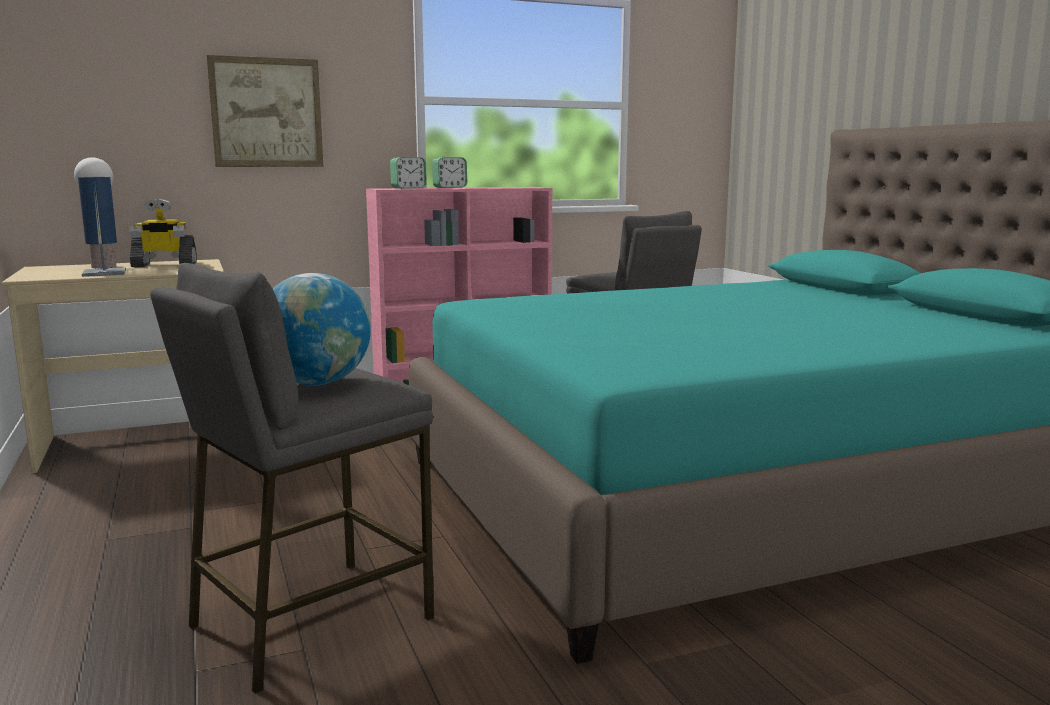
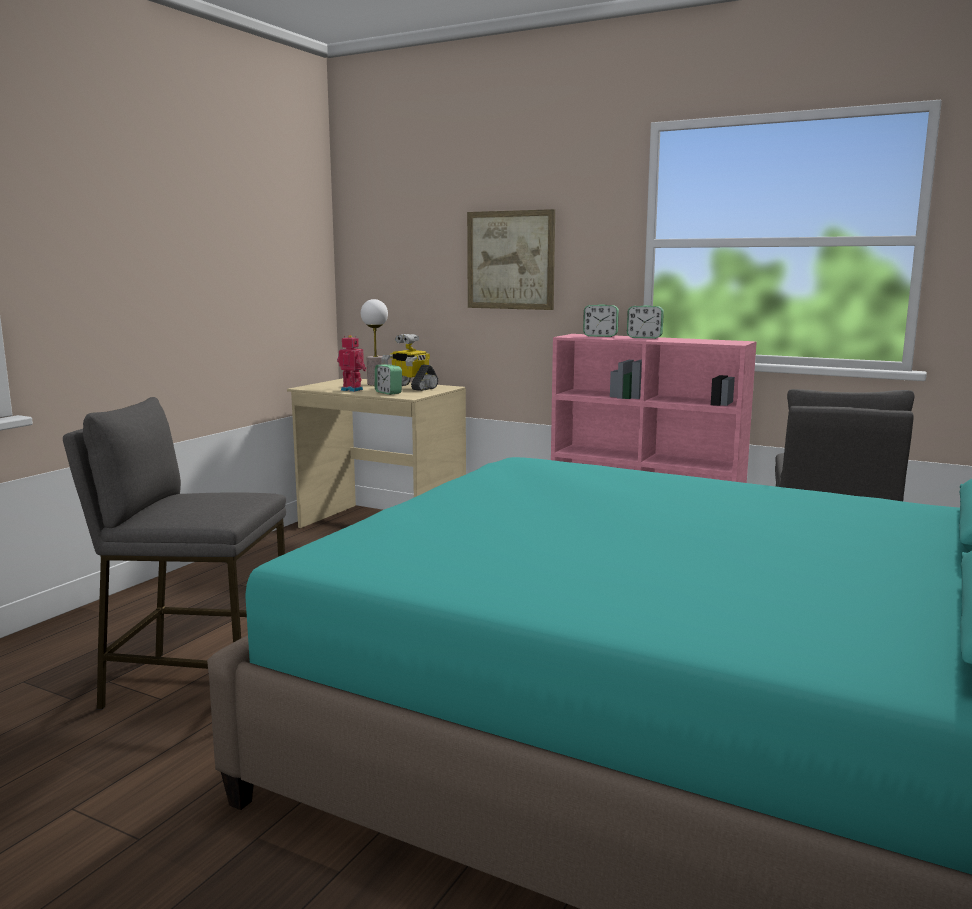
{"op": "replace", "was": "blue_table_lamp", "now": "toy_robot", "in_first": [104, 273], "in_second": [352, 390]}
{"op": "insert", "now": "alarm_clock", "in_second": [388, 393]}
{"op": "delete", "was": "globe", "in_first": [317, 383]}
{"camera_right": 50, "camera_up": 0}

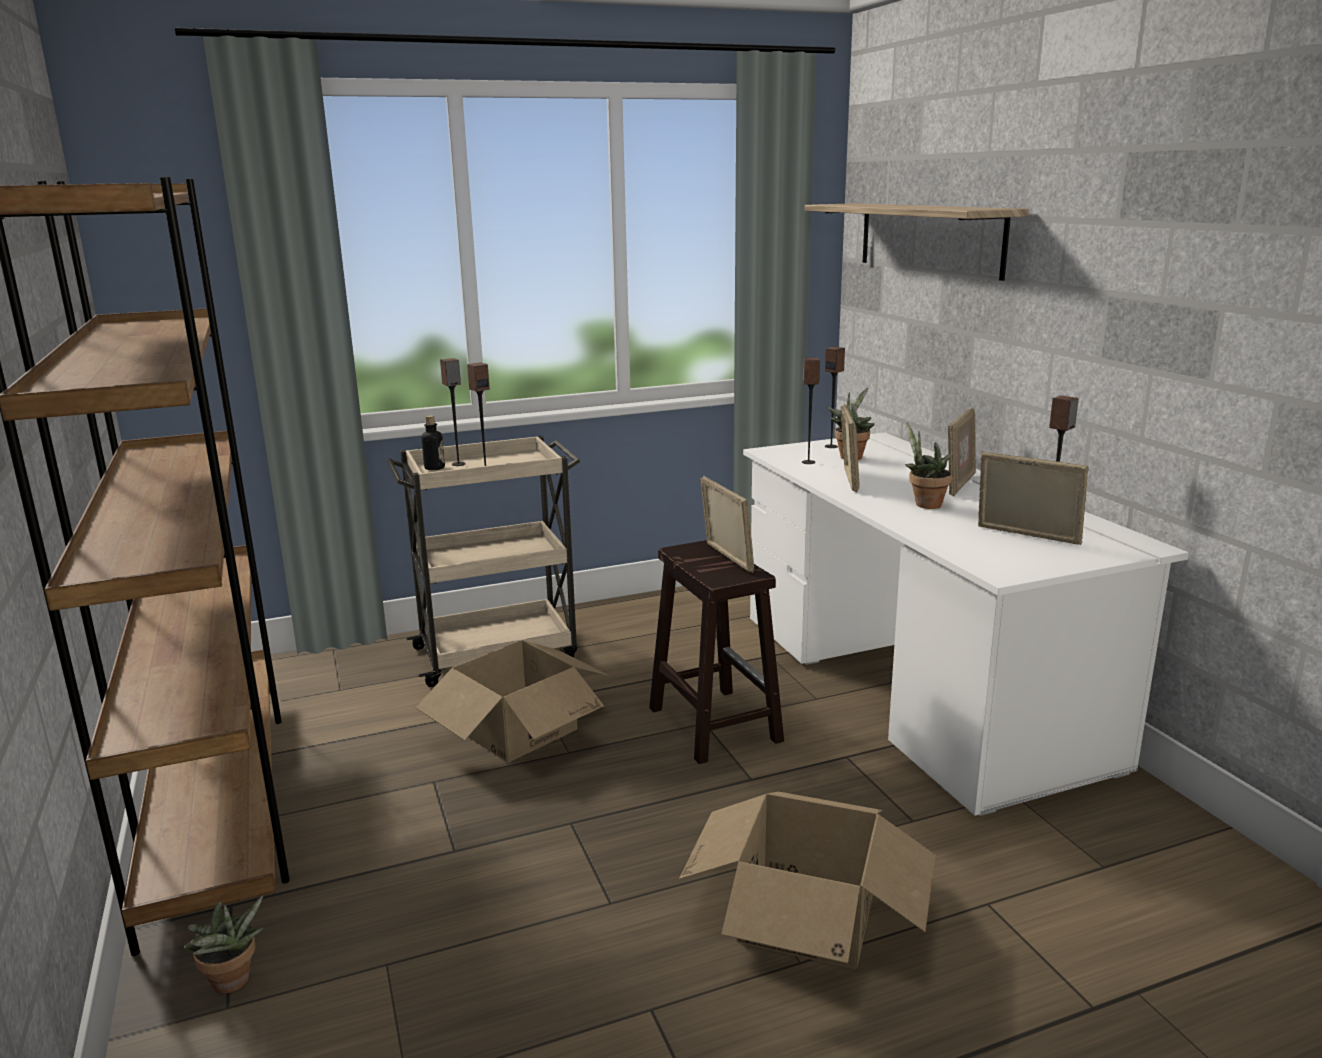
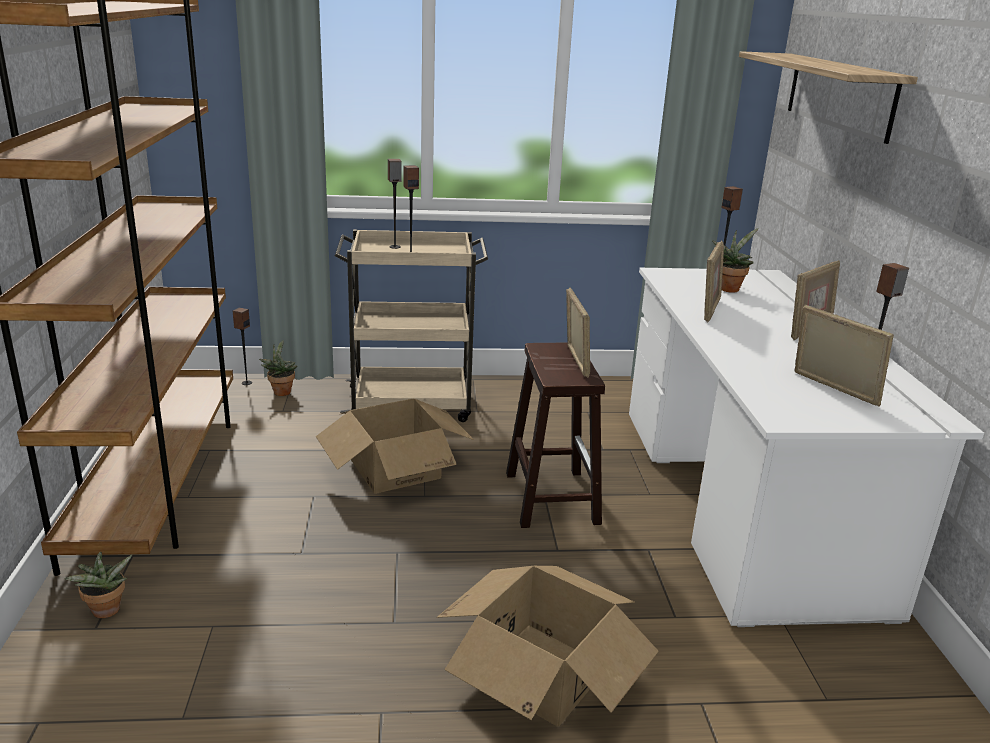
{"op": "move", "was": "speaker", "in_first": [808, 462], "in_second": [246, 383]}
{"op": "move", "was": "potted_plant", "in_first": [924, 504], "in_second": [281, 391]}
{"op": "delete", "was": "bottle", "in_first": [434, 468]}
{"camera_right": 15, "camera_up": 5}

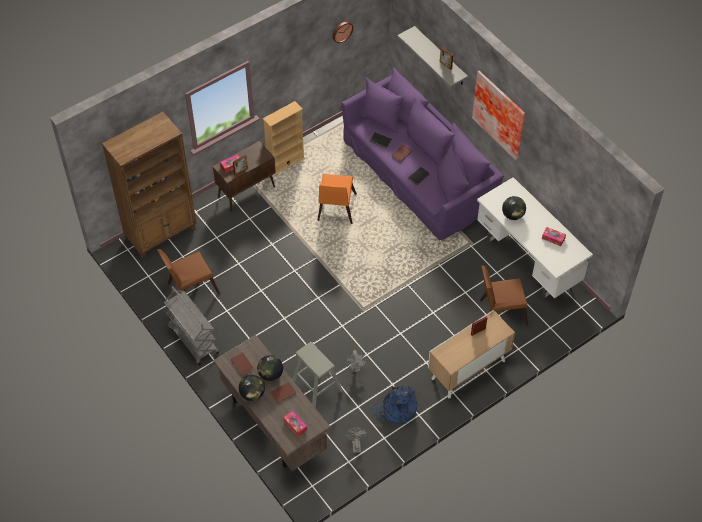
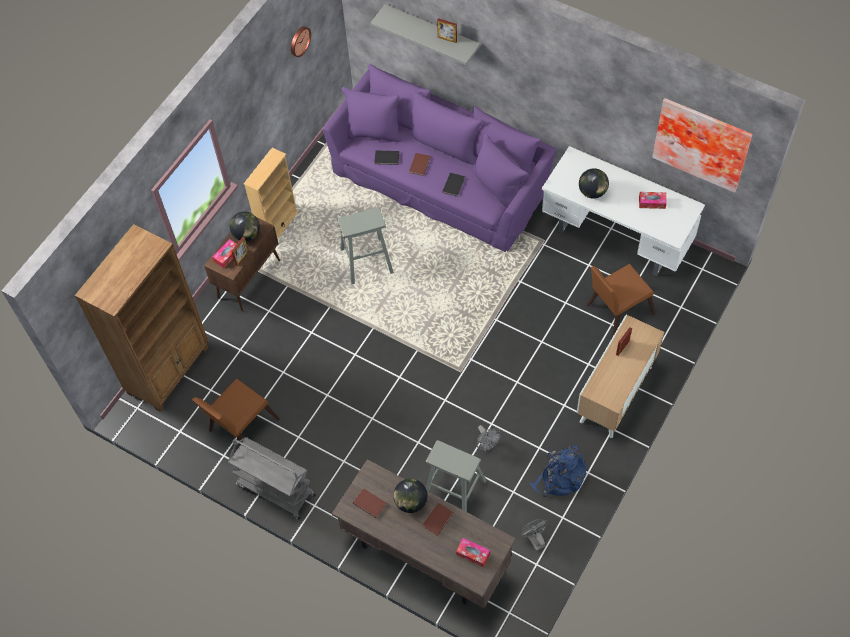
{"op": "move", "was": "globe", "in_first": [252, 394], "in_second": [247, 234]}
{"op": "replace", "was": "orange_chair", "now": "grey_stool", "in_first": [335, 210], "in_second": [366, 261]}
{"op": "move", "was": "picture", "in_first": [500, 114], "in_second": [702, 142]}
{"camera_right": -20, "camera_up": 5}

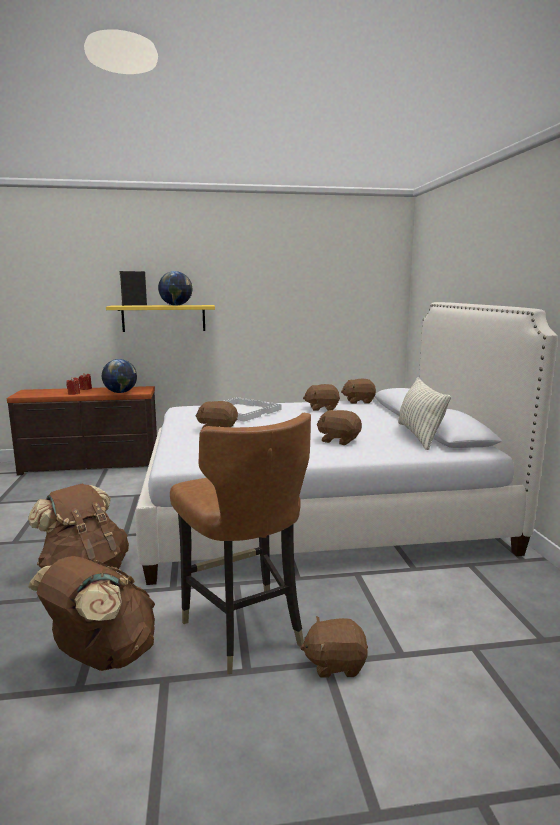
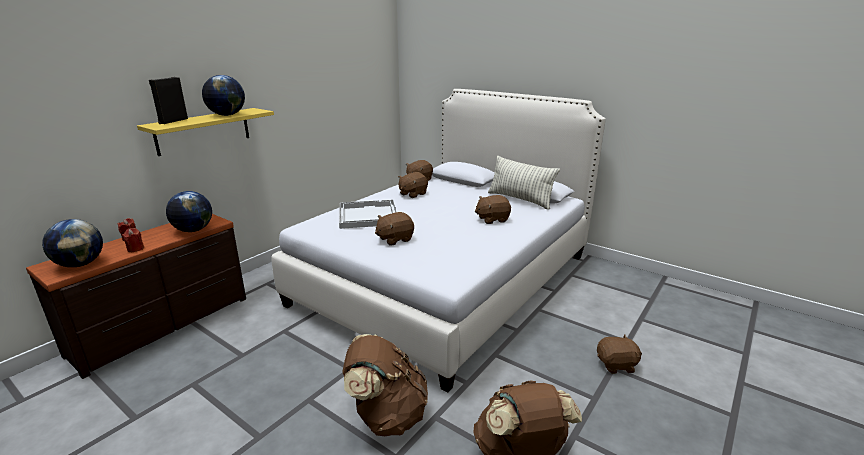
{"op": "insert", "now": "globe", "in_second": [80, 264]}
{"op": "rotate", "was": "brown_plush_toy", "in_first": [335, 663], "in_second": [616, 365], "clockwise": -135}
{"op": "delete", "was": "brown_chair", "in_first": [243, 630]}
{"camera_right": -45, "camera_up": 10}

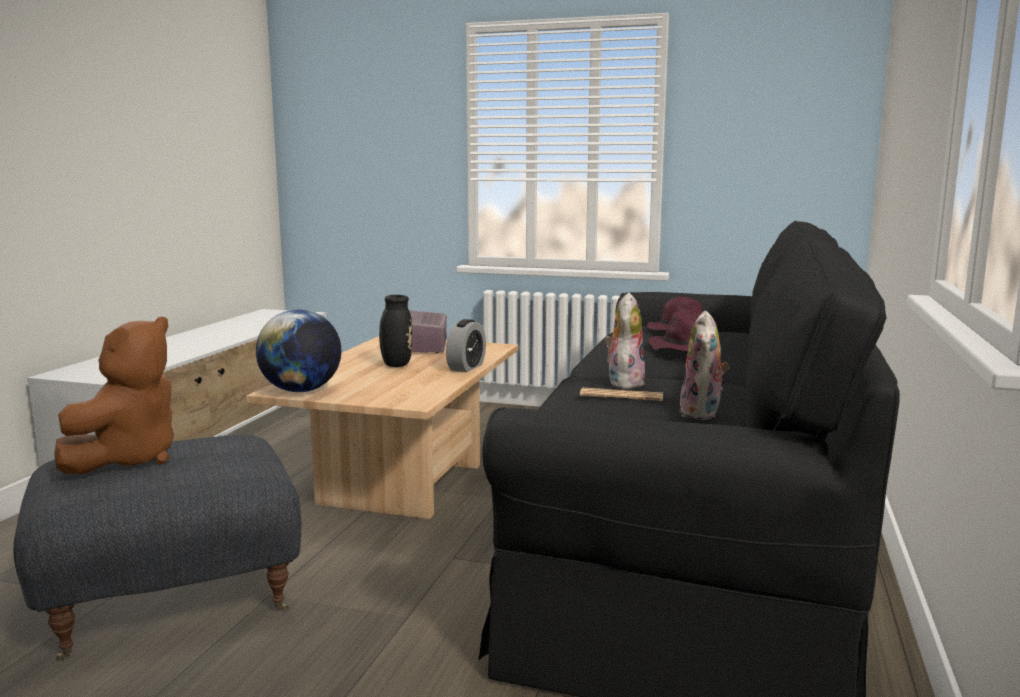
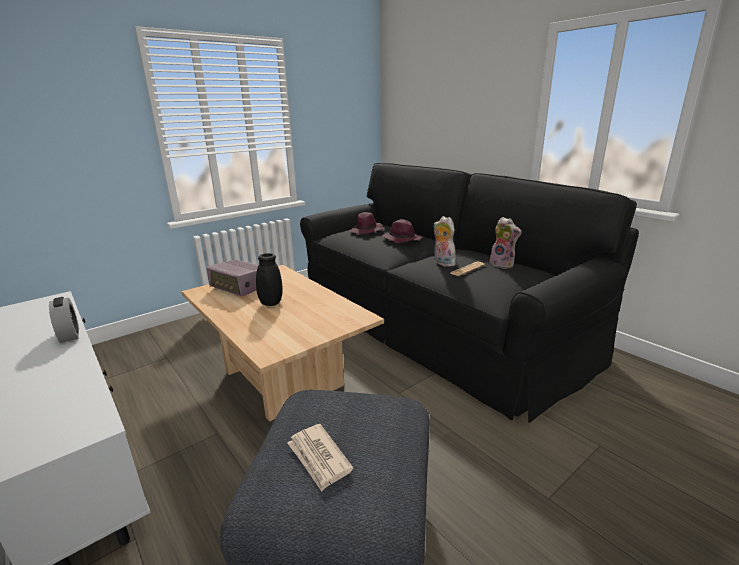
{"op": "move", "was": "alarm_clock", "in_first": [466, 367], "in_second": [69, 335]}
{"op": "replace", "was": "brown_plush_toy", "now": "newspaper", "in_first": [128, 459], "in_second": [319, 458]}
{"op": "delete", "was": "globe", "in_first": [301, 390]}
{"camera_right": -55, "camera_up": 10}

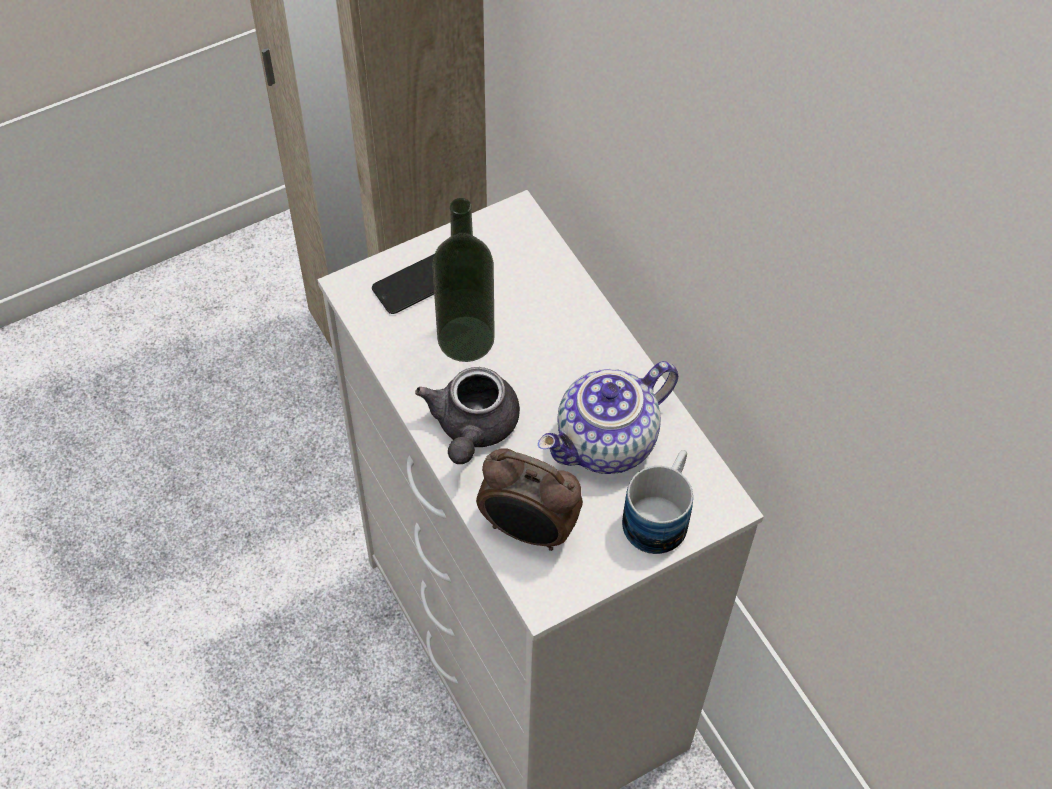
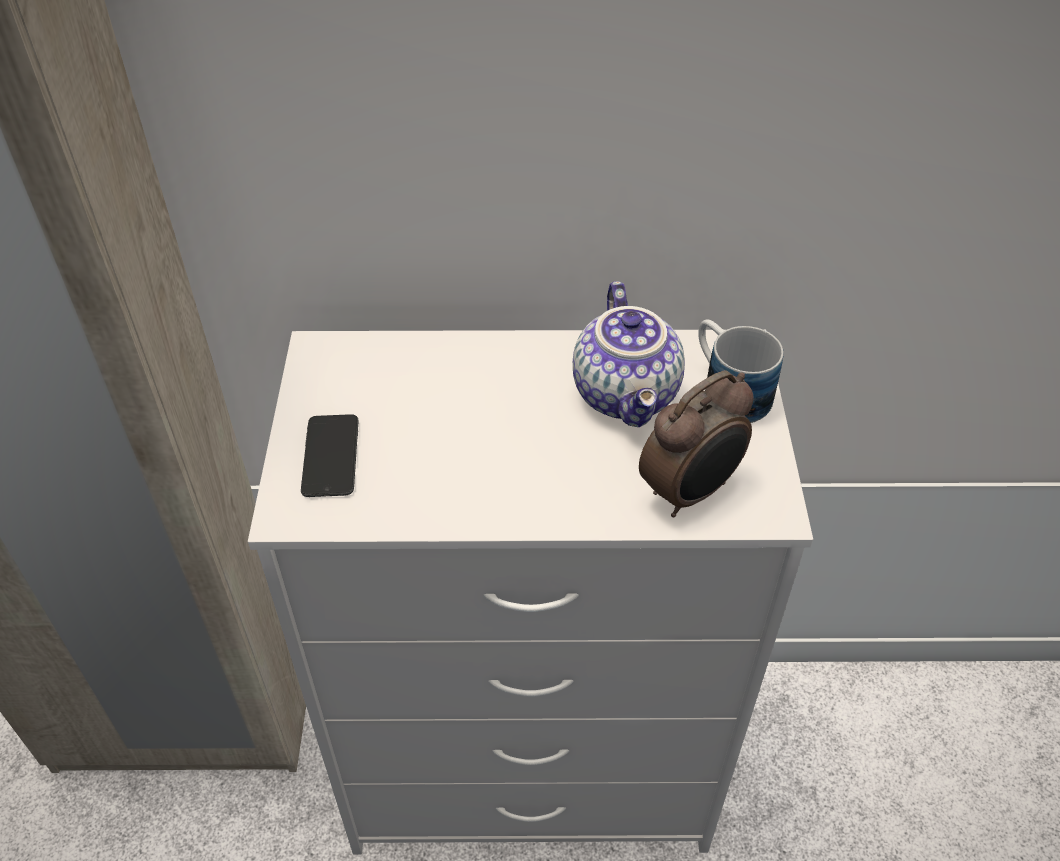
{"op": "delete", "was": "grey_teapot", "in_first": [472, 428]}
{"op": "delete", "was": "bottle", "in_first": [466, 339]}
{"camera_right": -60, "camera_up": -10}

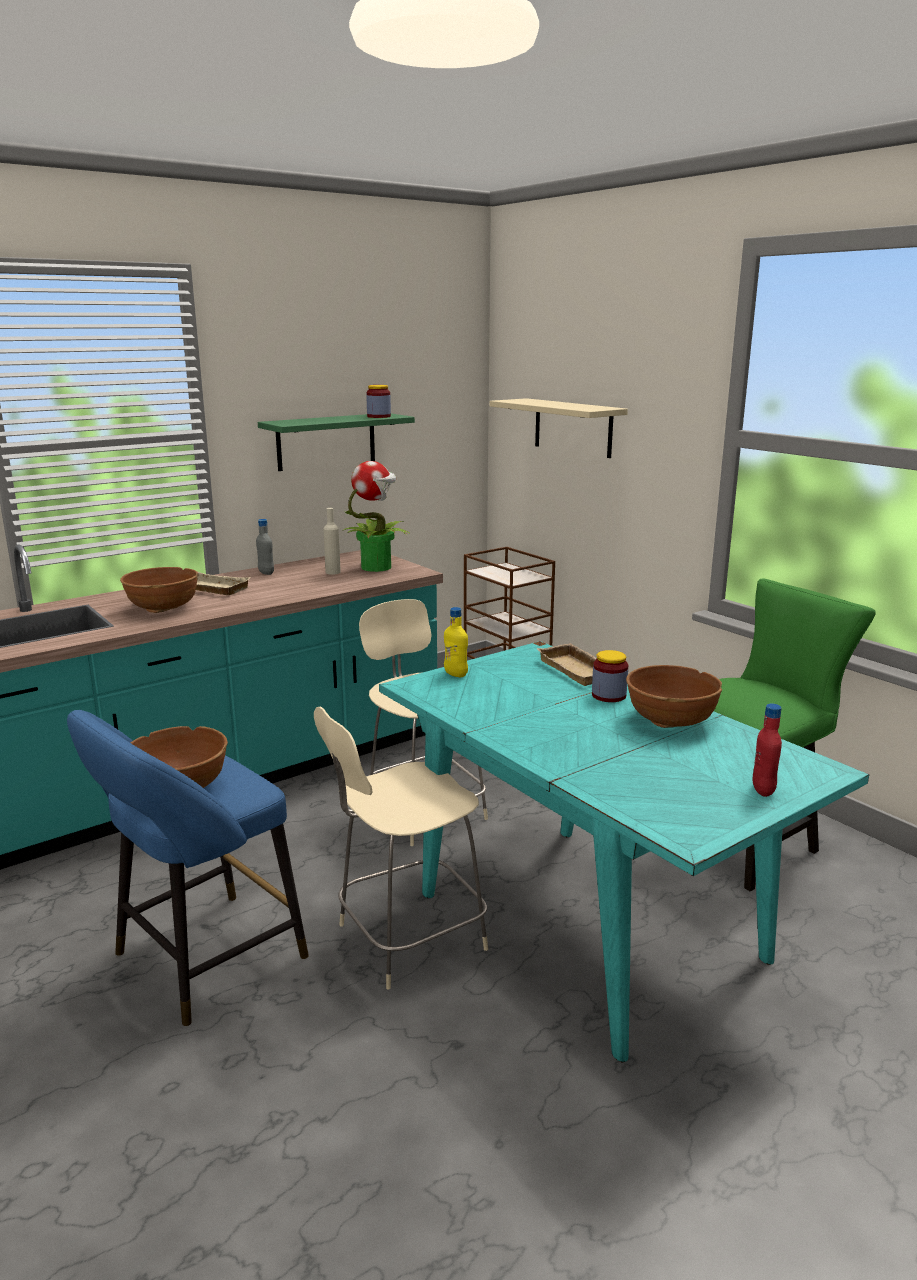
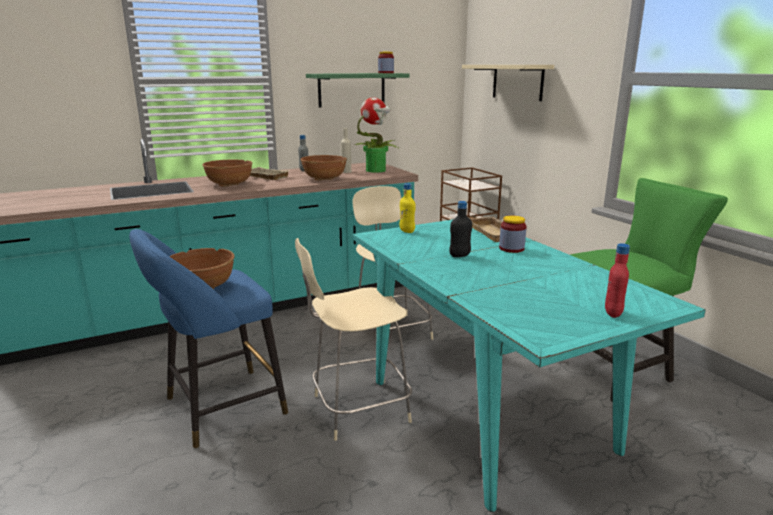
{"op": "move", "was": "brown_bowl", "in_first": [670, 720], "in_second": [324, 179]}
{"op": "insert", "now": "black_bottle", "in_second": [459, 255]}
{"camera_right": 10, "camera_up": 0}

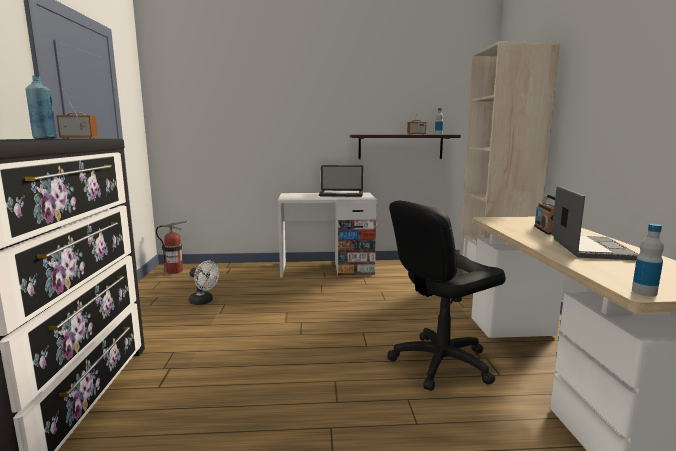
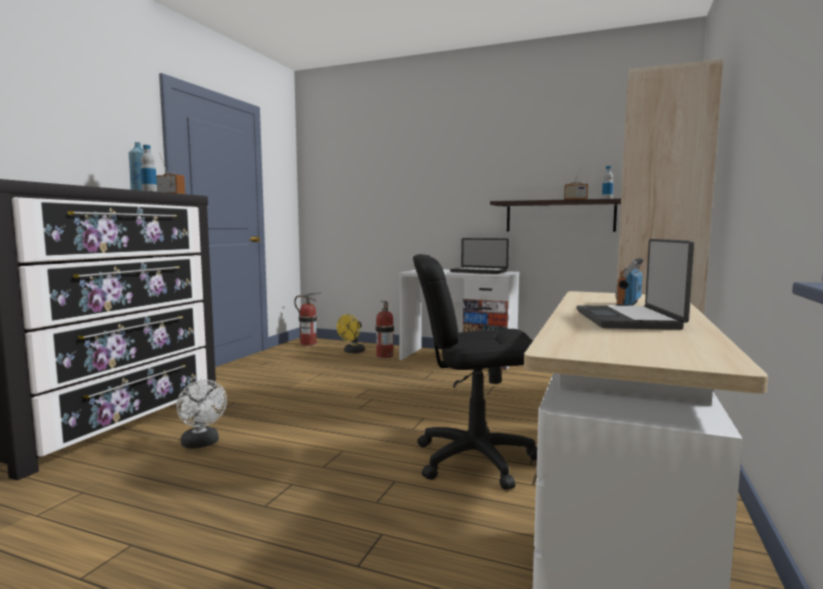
{"op": "move", "was": "bottle", "in_first": [644, 292], "in_second": [149, 191]}
{"op": "move", "was": "white_fan", "in_first": [204, 301], "in_second": [202, 444]}
{"op": "insert", "now": "yellow_fan", "in_second": [352, 352]}
{"op": "insert", "now": "fire_extinguisher", "in_second": [385, 355]}
{"op": "rotate", "was": "laptop", "in_first": [589, 248], "in_second": [629, 320], "clockwise": 150}
{"camera_right": 25, "camera_up": -5}

